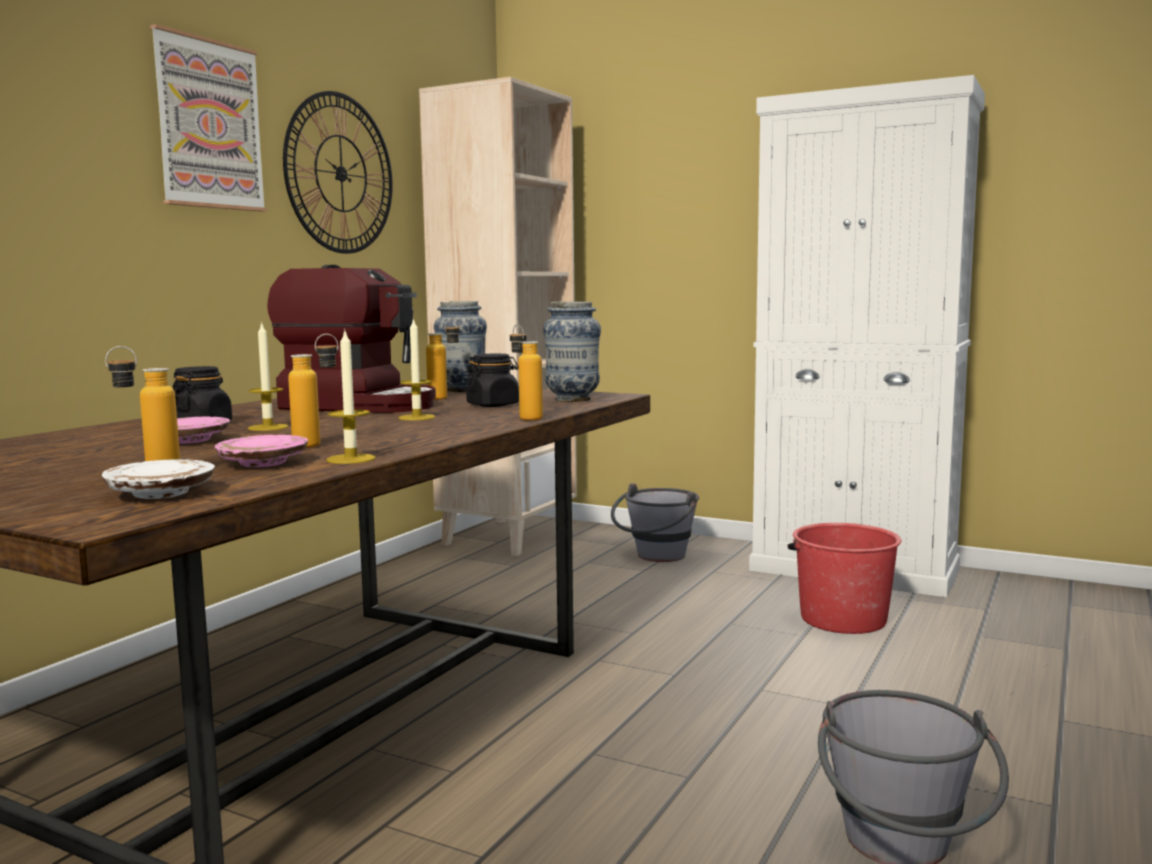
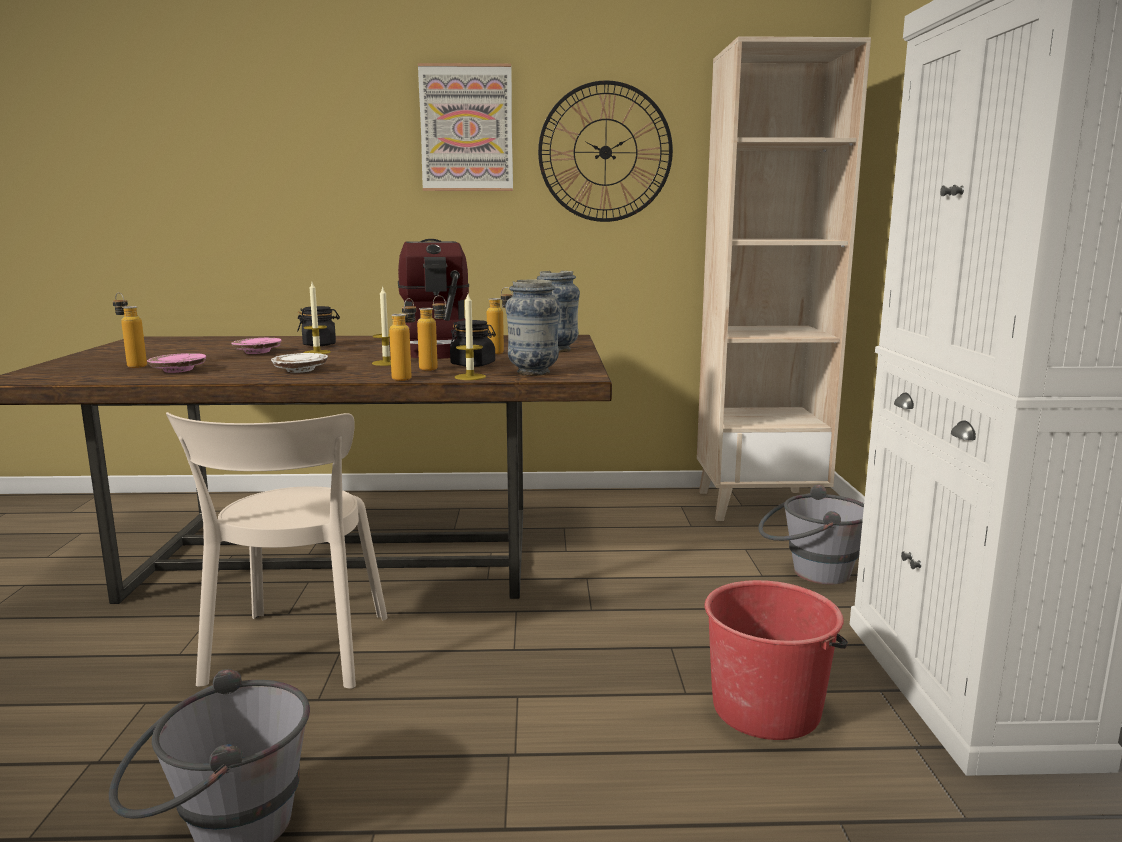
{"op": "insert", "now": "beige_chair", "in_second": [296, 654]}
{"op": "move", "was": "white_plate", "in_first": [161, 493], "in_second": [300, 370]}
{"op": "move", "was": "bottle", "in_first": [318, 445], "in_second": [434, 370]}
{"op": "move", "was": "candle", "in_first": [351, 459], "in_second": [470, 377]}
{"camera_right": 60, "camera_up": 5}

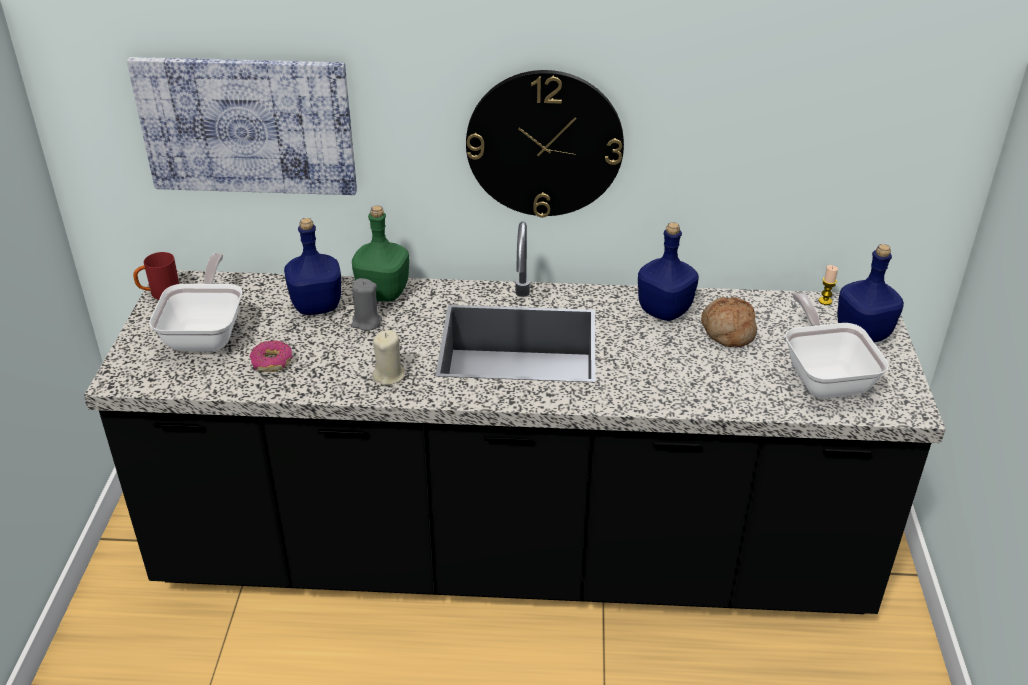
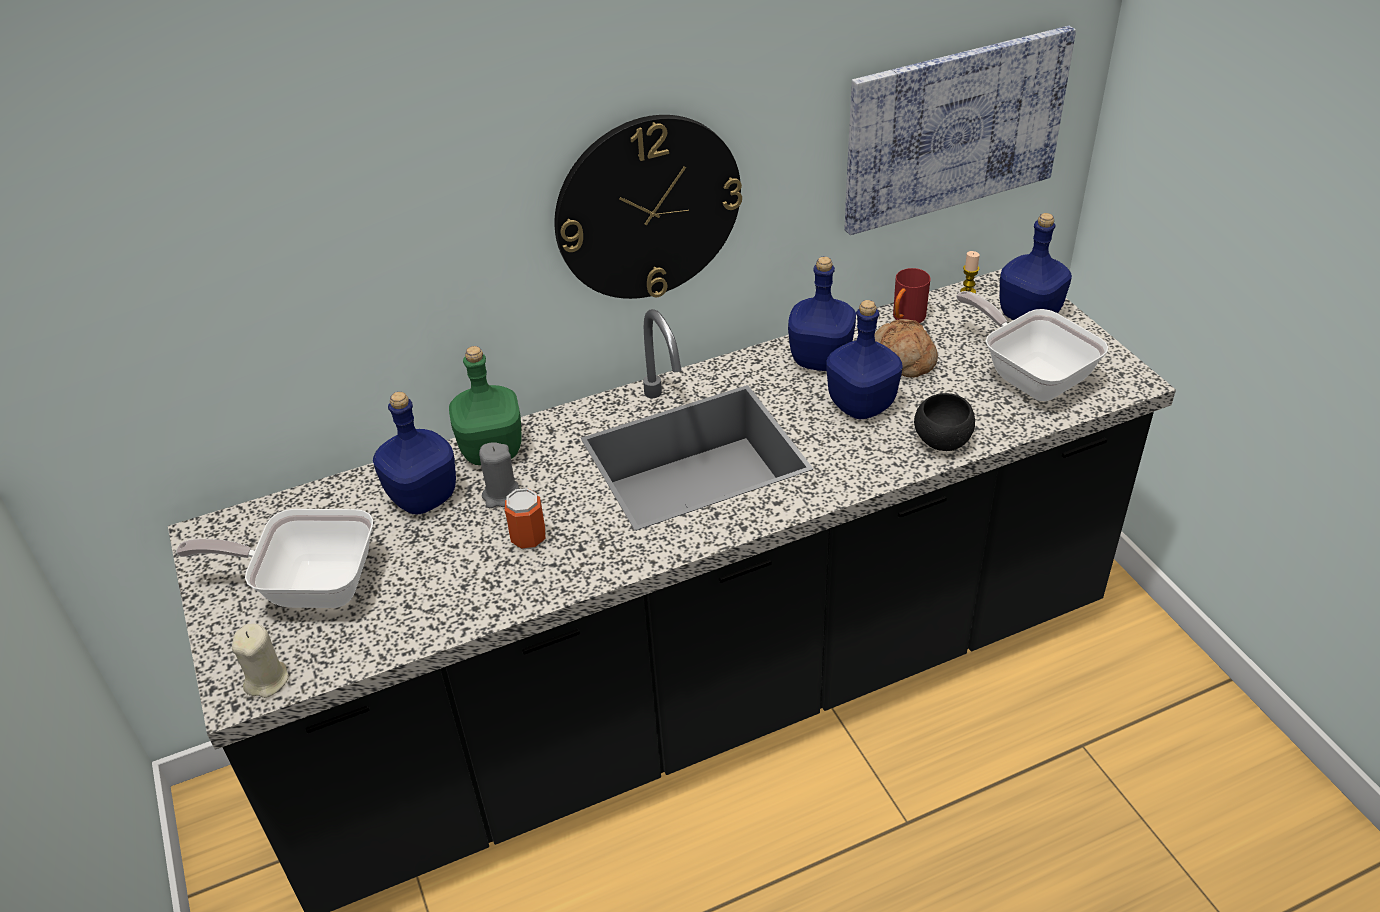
{"op": "rotate", "was": "frying_pan", "in_first": [207, 333], "in_second": [309, 585], "clockwise": -60}
{"op": "move", "was": "beige_candle", "in_first": [389, 375], "in_second": [267, 680]}
{"op": "insert", "now": "can", "in_second": [528, 538]}
{"op": "insert", "now": "blue_bottle", "in_second": [860, 404]}
{"op": "move", "was": "picture", "in_first": [247, 125], "in_second": [954, 129]}
{"op": "move", "was": "red_mug", "in_first": [160, 294], "in_second": [905, 319]}
{"op": "insert", "now": "black_bowl", "in_second": [941, 441]}
{"op": "delete", "was": "donut", "in_first": [272, 362]}
{"camera_right": -25, "camera_up": 5}

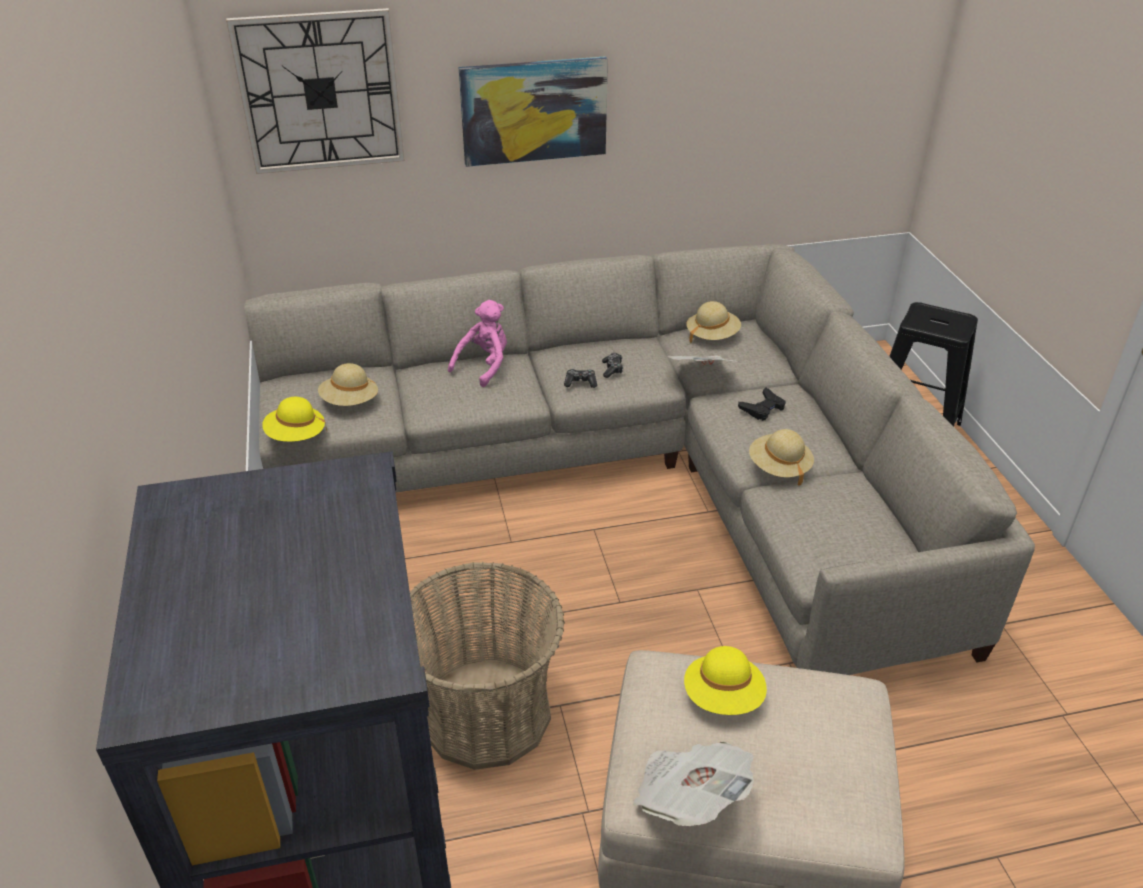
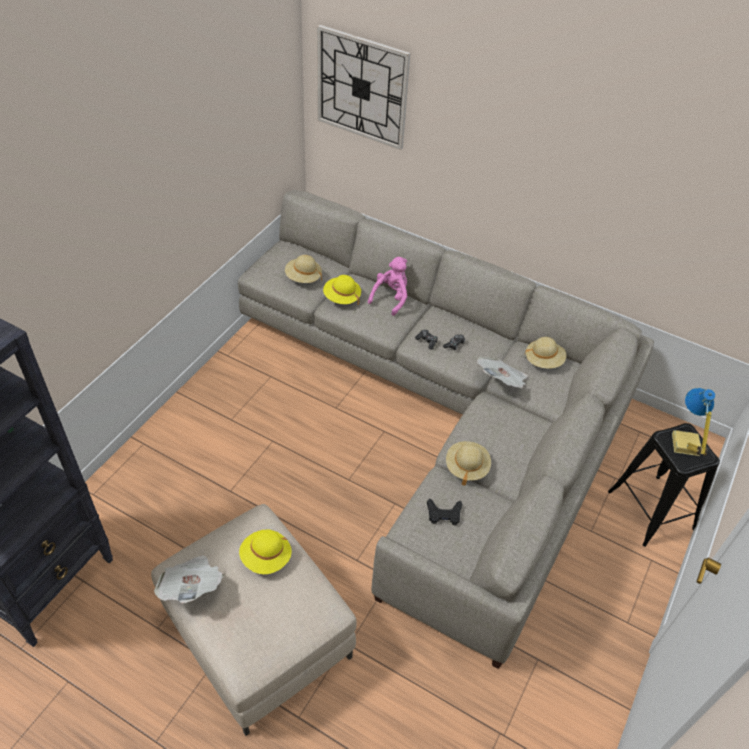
{"op": "move", "was": "yellow_hat", "in_first": [296, 436], "in_second": [342, 297]}
{"op": "rotate", "was": "pink_plush_toy", "in_first": [484, 365], "in_second": [391, 298], "clockwise": -45}
{"op": "move", "was": "black_game_controller", "in_first": [762, 408], "in_second": [444, 514]}
{"op": "insert", "now": "table_lamp", "in_second": [684, 444]}
{"op": "delete", "was": "basket", "in_first": [486, 713]}
{"op": "delete", "was": "picture", "in_first": [534, 110]}
{"camera_right": 40, "camera_up": 10}

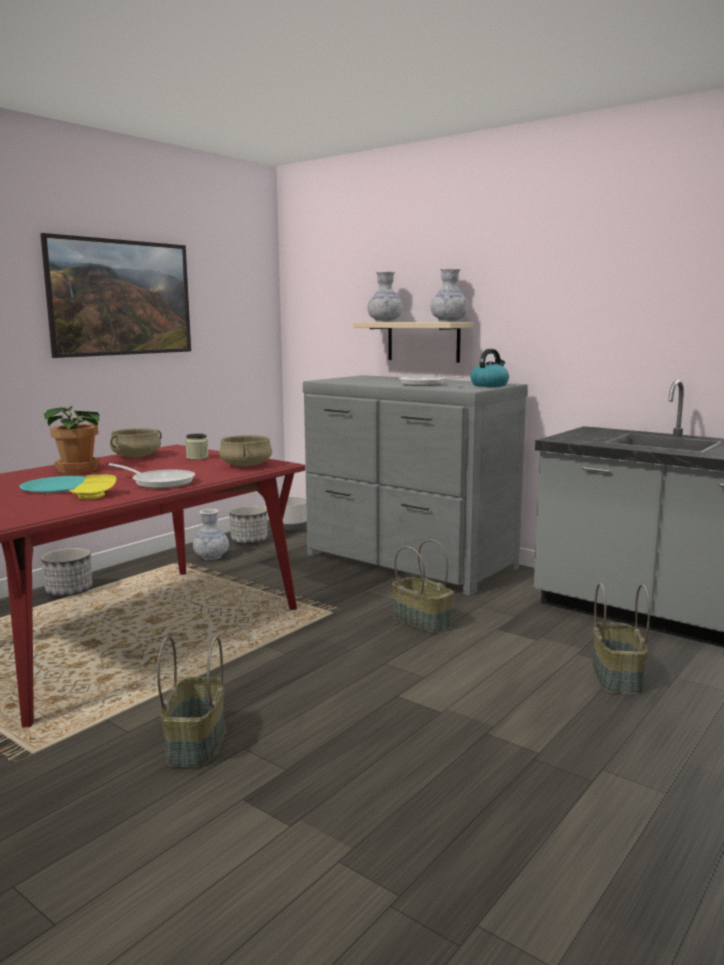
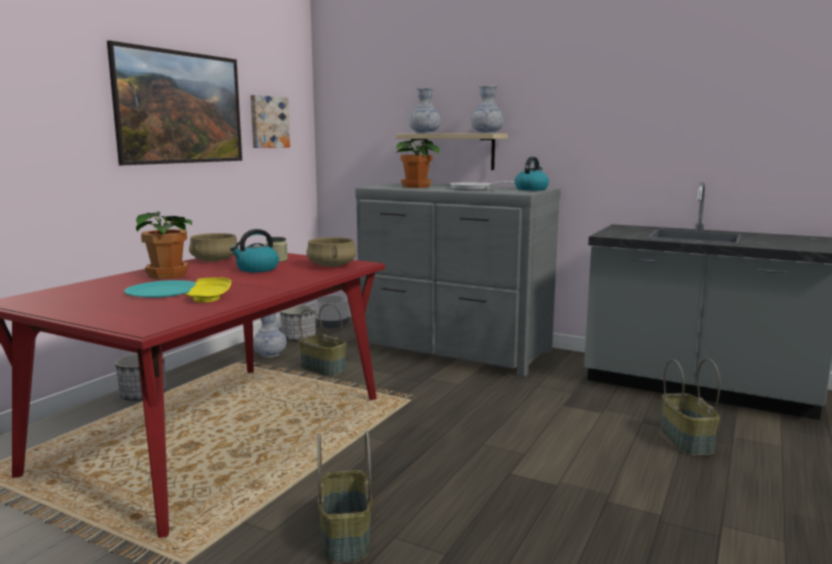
{"op": "insert", "now": "kettle", "in_second": [257, 269]}
{"op": "insert", "now": "picture", "in_second": [268, 122]}
{"op": "move", "was": "basket", "in_first": [423, 621], "in_second": [324, 368]}
{"op": "insert", "now": "potted_plant", "in_second": [416, 187]}
{"op": "delete", "was": "frying_pan", "in_first": [159, 482]}
{"camera_right": -10, "camera_up": 0}

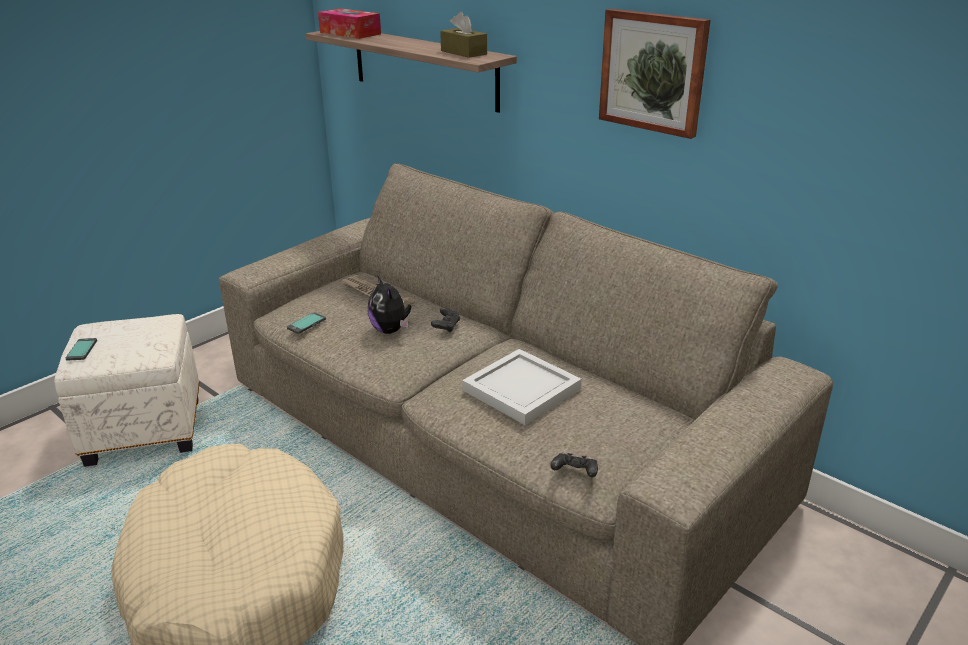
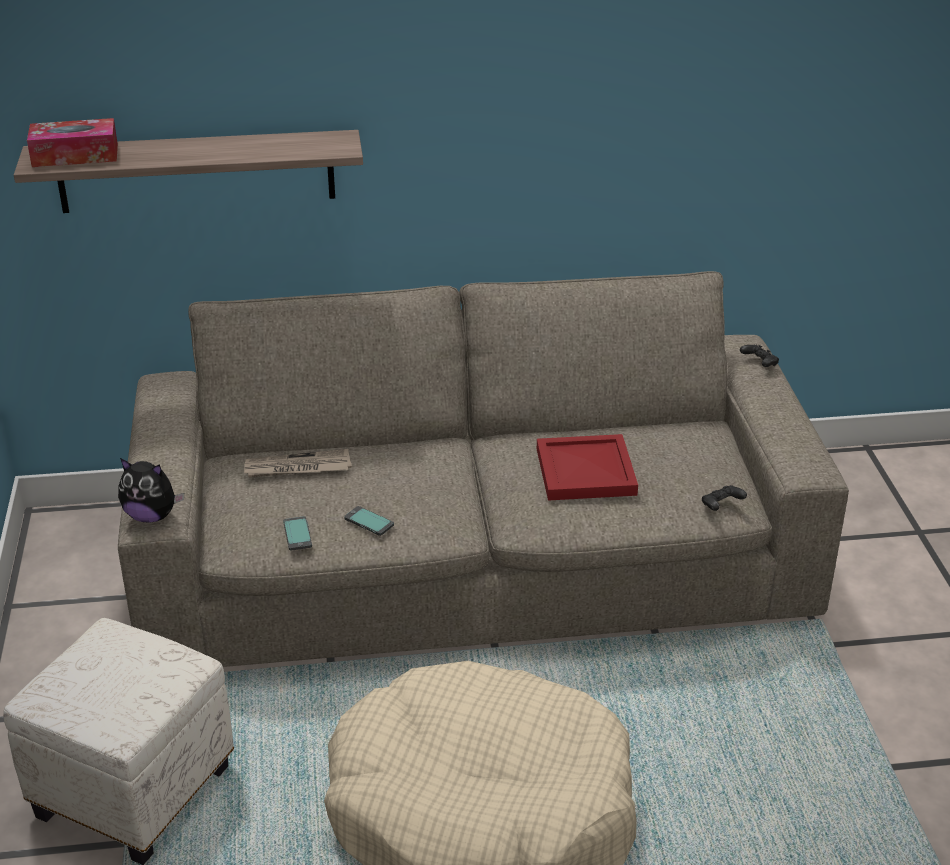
{"op": "move", "was": "plush_toy", "in_first": [390, 330], "in_second": [151, 516]}
{"op": "move", "was": "phone", "in_first": [81, 350], "in_second": [369, 522]}
{"op": "recolor", "was": "white_tray", "now": "red_tray", "in_first": [519, 389], "in_second": [584, 472]}
{"op": "move", "was": "black_game_controller", "in_first": [446, 327], "in_second": [759, 363]}
{"op": "delete", "was": "brown_tissue_box", "in_first": [463, 52]}
{"op": "delete", "was": "picture", "in_first": [653, 72]}
{"camera_right": -50, "camera_up": 5}

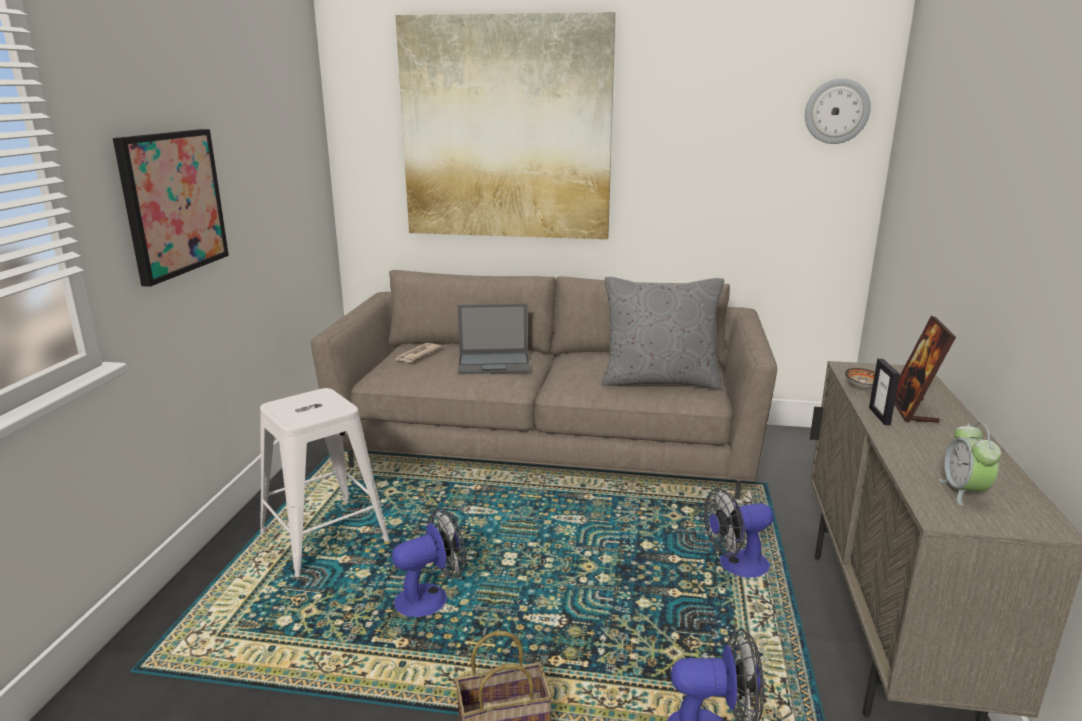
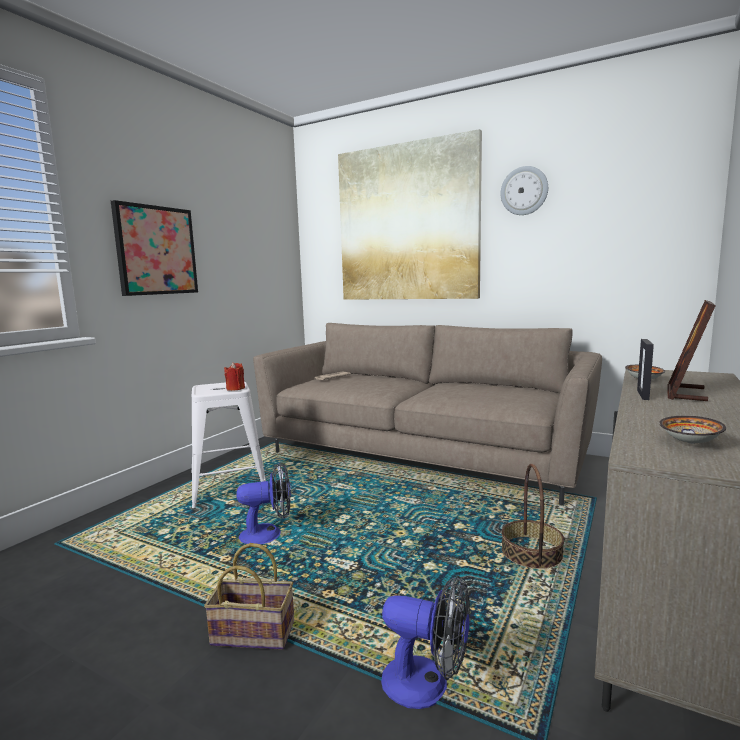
{"op": "insert", "now": "red_candle", "in_second": [235, 388]}
{"op": "move", "was": "wall_clock", "in_first": [837, 111], "in_second": [524, 191]}
{"op": "replace", "was": "fan", "now": "basket", "in_first": [735, 566], "in_second": [532, 553]}
{"op": "replace", "was": "alarm_clock", "now": "bowl", "in_first": [963, 492], "in_second": [689, 442]}
{"op": "delete", "was": "laptop", "in_first": [495, 363]}
{"op": "delete", "was": "grey_pillow", "in_first": [659, 380]}
{"camera_right": 20, "camera_up": -10}

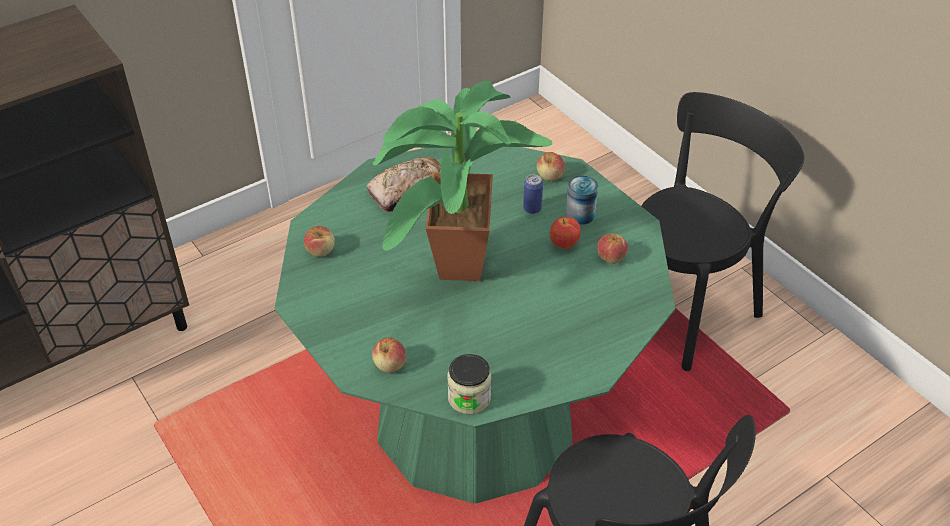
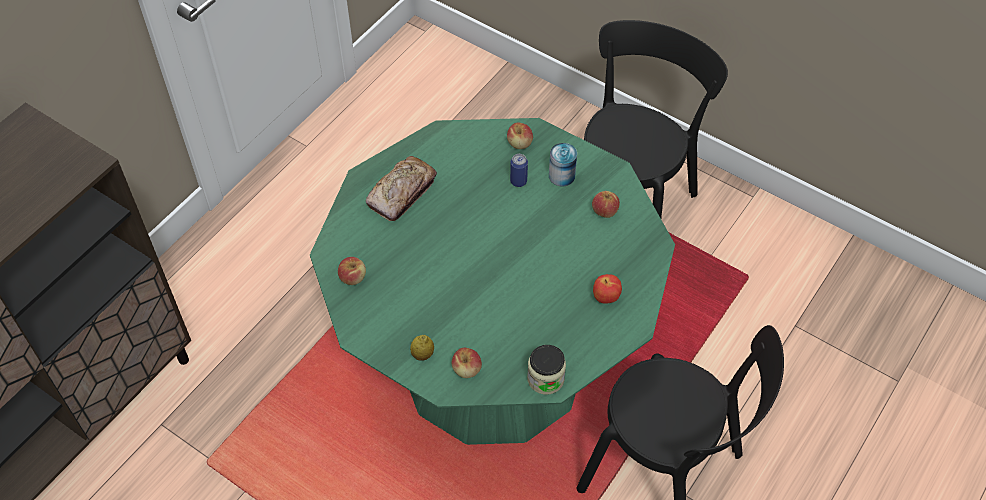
{"op": "insert", "now": "lemon", "in_second": [422, 354]}
{"op": "move", "was": "apple", "in_first": [564, 245], "in_second": [606, 298]}
{"op": "delete", "was": "potted_plant", "in_first": [454, 274]}
{"camera_right": -20, "camera_up": 10}

